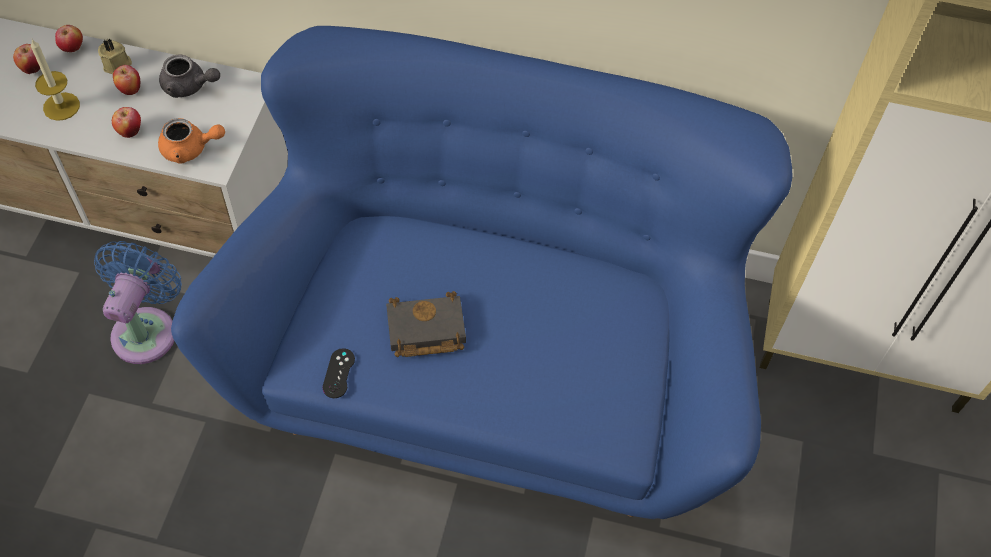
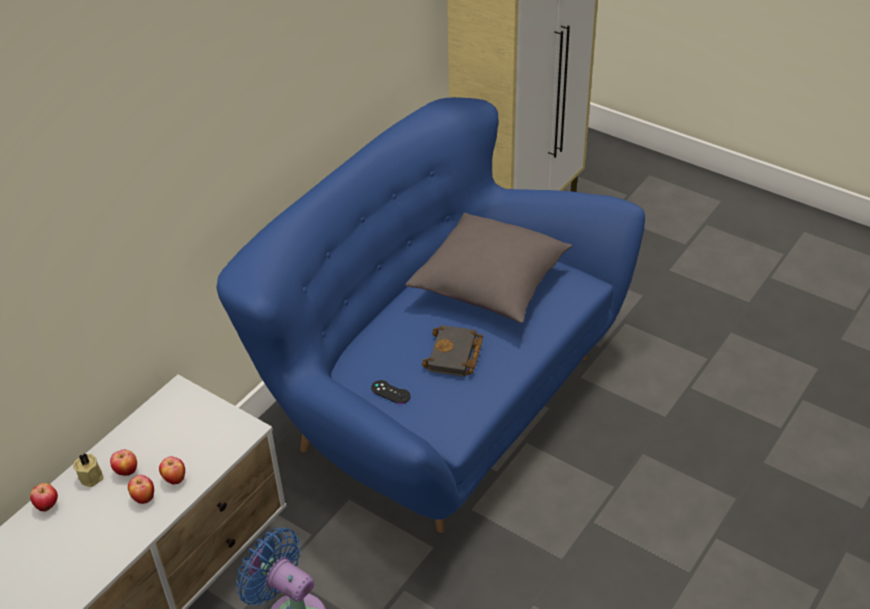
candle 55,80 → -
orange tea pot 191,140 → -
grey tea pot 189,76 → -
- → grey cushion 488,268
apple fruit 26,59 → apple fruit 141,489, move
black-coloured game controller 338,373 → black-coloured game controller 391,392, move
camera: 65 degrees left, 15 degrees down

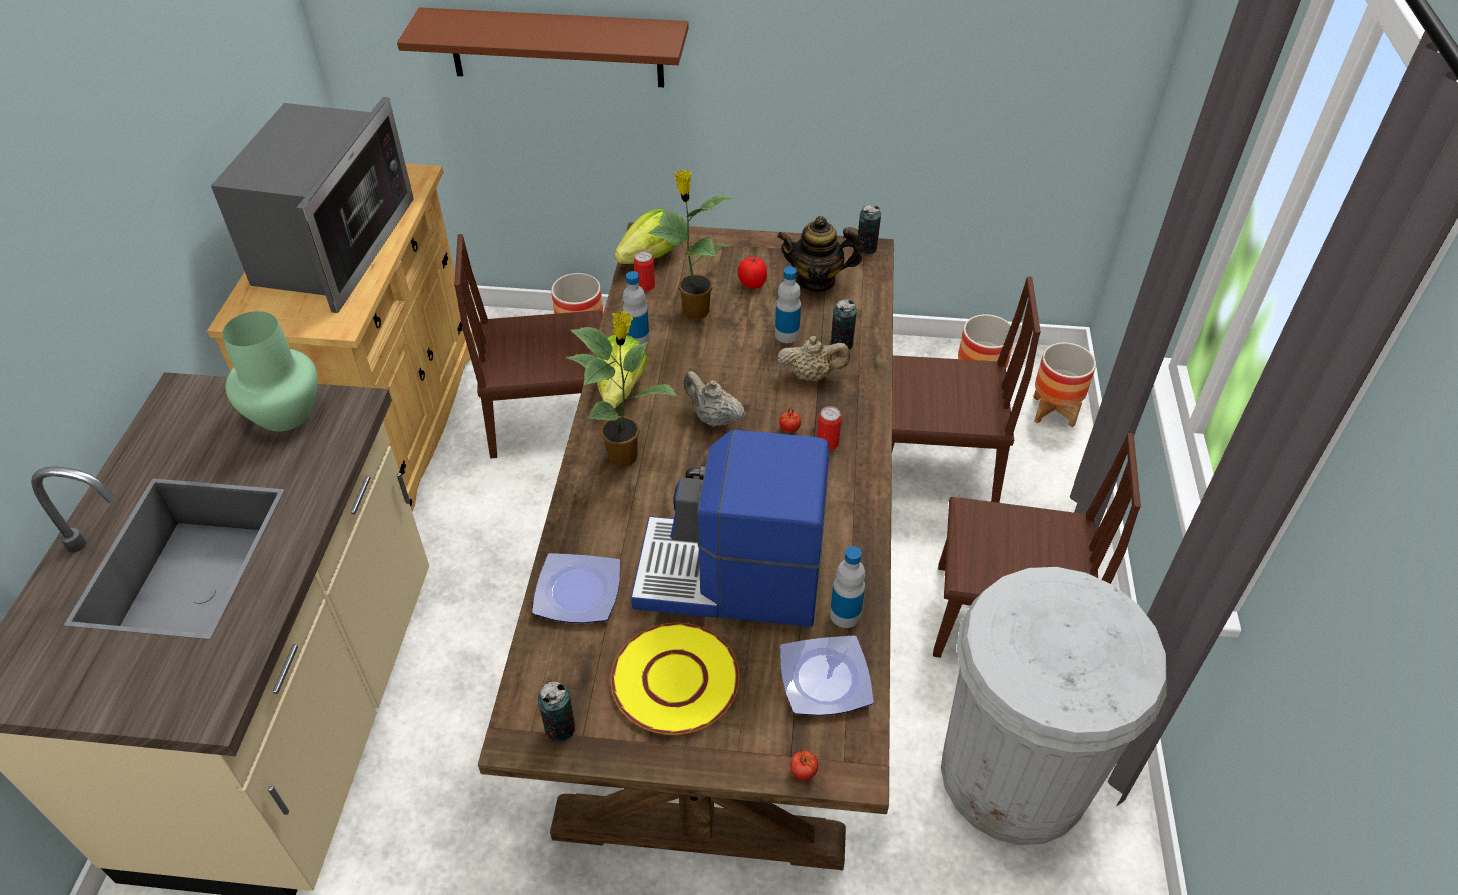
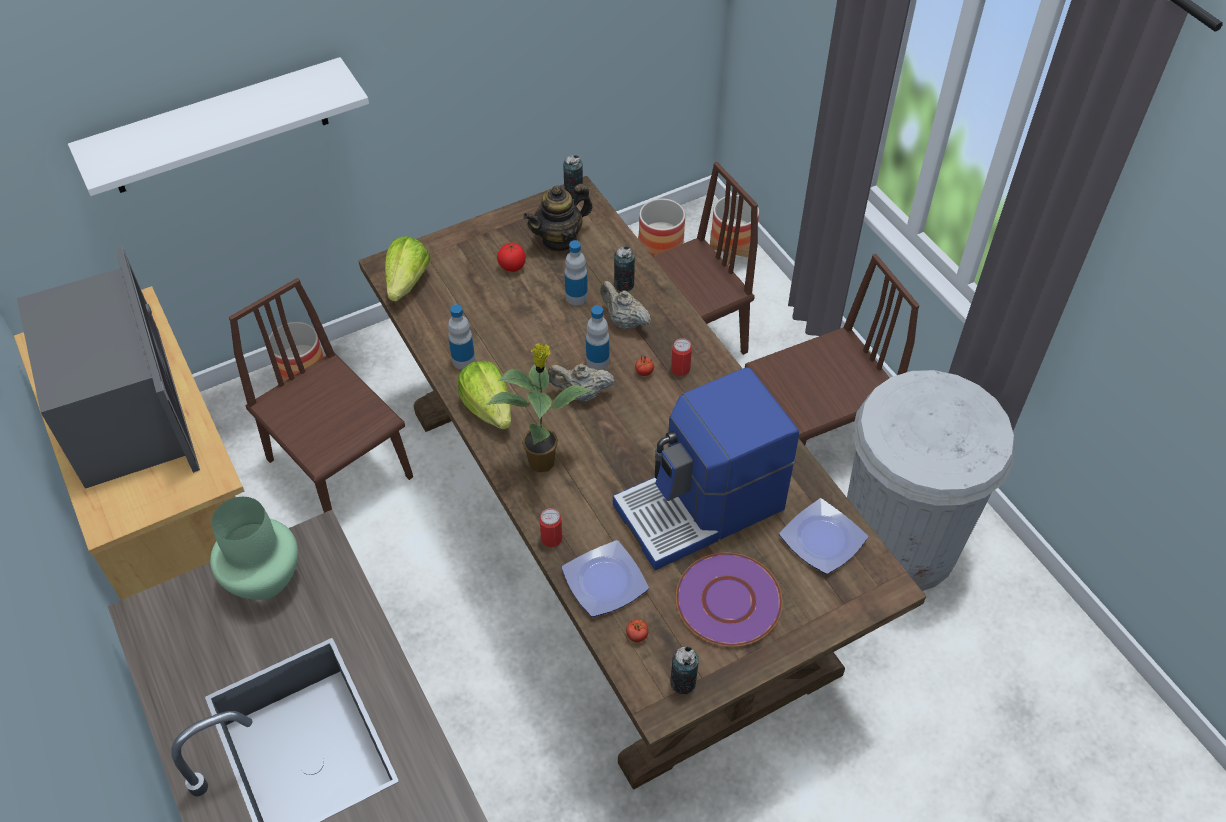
plant in a pot 692,245 → -
metal can 644,271 → metal can 551,527, move
whole tomato 804,764 → whole tomato 637,630, move
bottle 847,587 → bottle 598,338, move
brown-coloured wall shelf 543,47 → whitish wall shelf 218,126
yellow-coloured flat dish 675,679 → purplish flat dish 729,600
brown-coloured upright chair 528,346 → brown-coloured upright chair 321,395, 90 degrees clockwise
beige-coloured tea pot 813,358 → beige-coloured tea pot 625,305, 105 degrees counterclockwise
camera: 35 degrees left, 5 degrees up

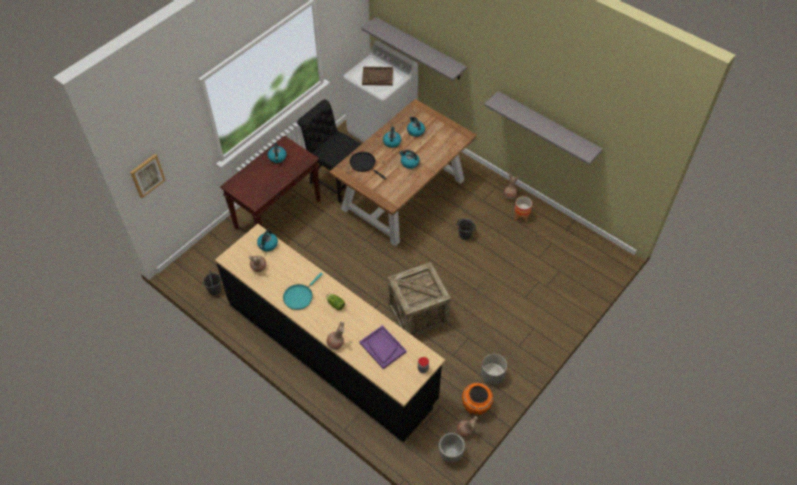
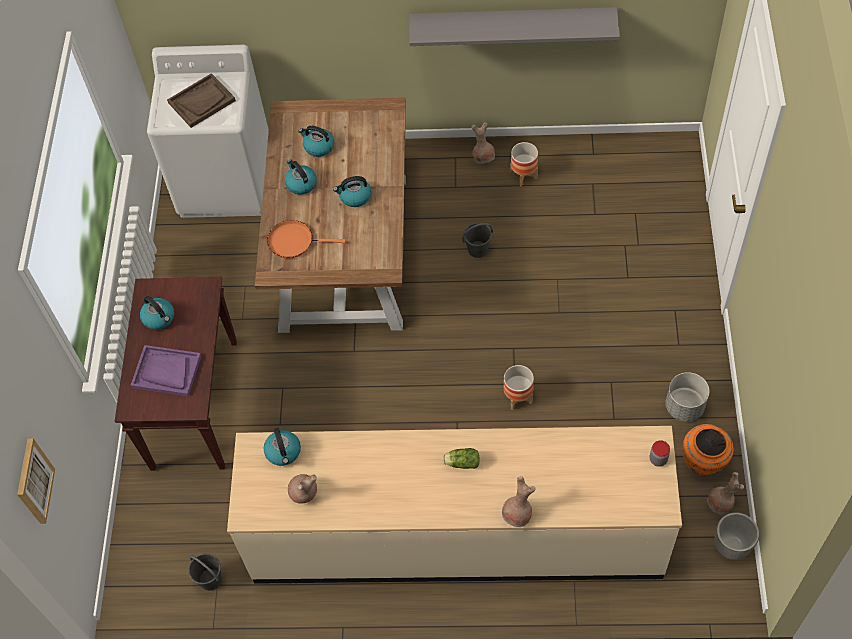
blue-green frying pan 303,291 → -
black-coloured upright chair 329,151 → -
grey wall shelf 414,49 → -
purplish carrying tray 383,347 → purplish carrying tray 166,370, move
packing crate 419,299 → flower pot 519,387
black-coloured counter 330,333 → beige-coloured counter 454,505
black-coloured frying pan 368,165 → orange frying pan 306,239
camera: 35 degrees left, 5 degrees up

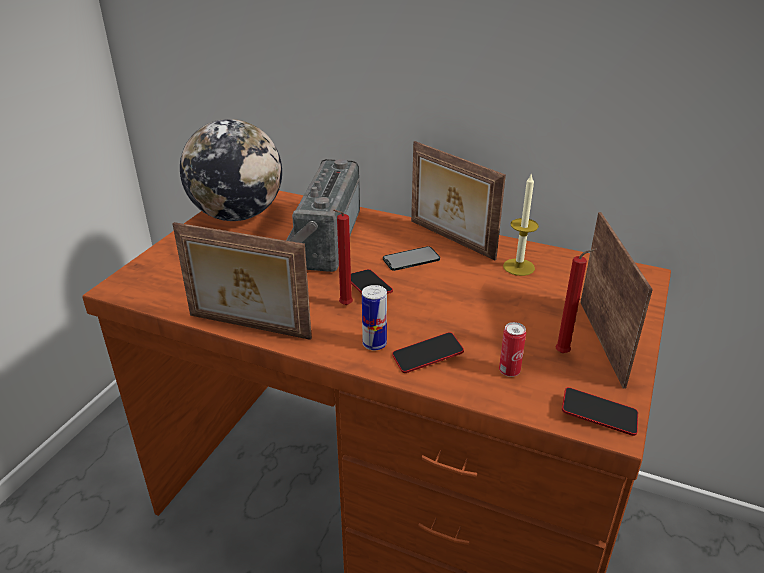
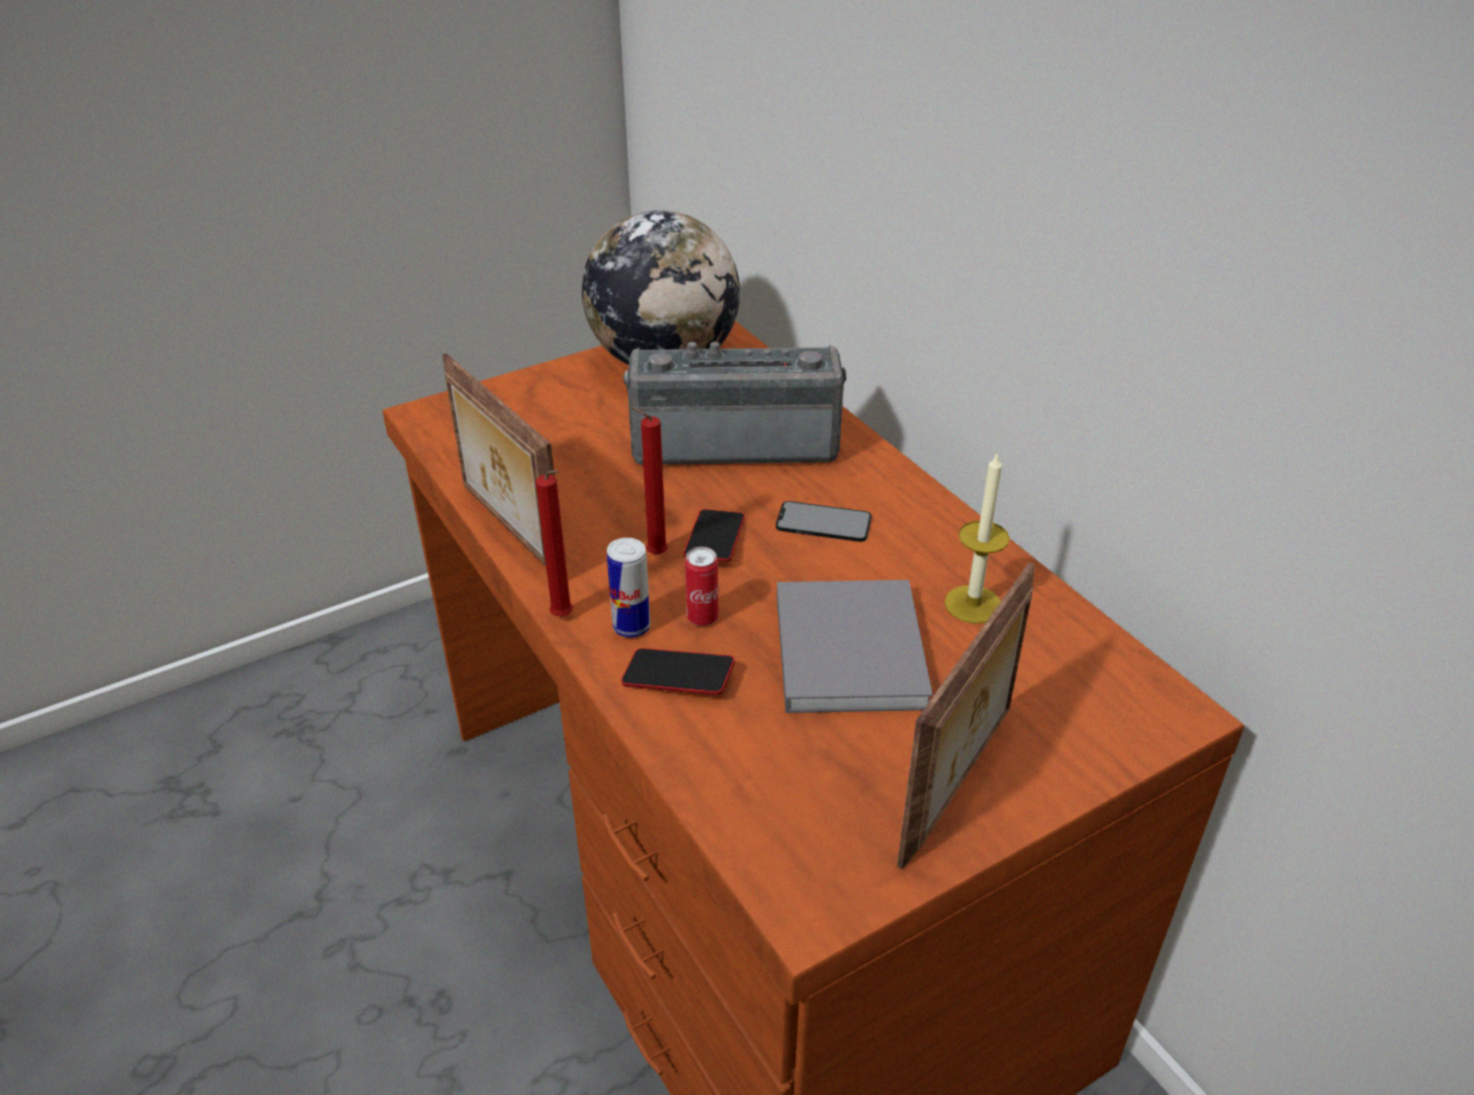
picture frame 458,200 → -
handset 600,411 → -
- → grey book 855,646
metal can 512,349 → metal can 702,586, move
red candle 576,301 → red candle 554,543, move
radio set 323,215 → radio set 735,403, 45 degrees clockwise
camera: 35 degrees right, 5 degrees up

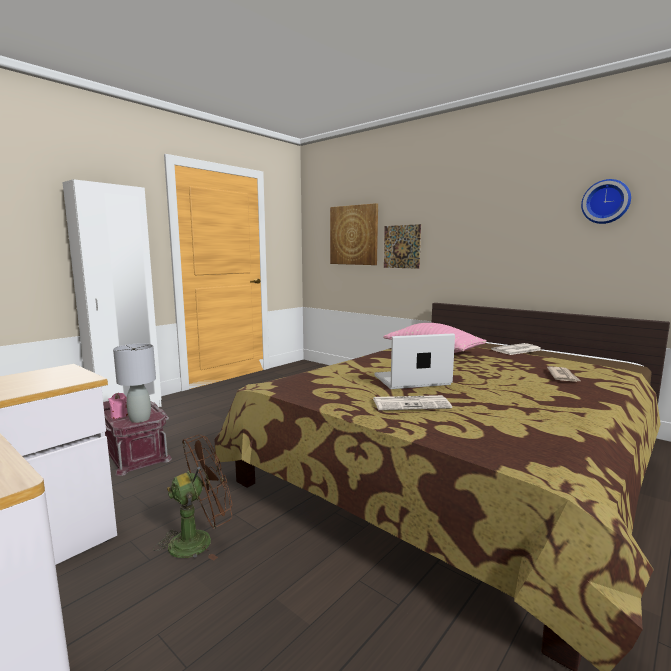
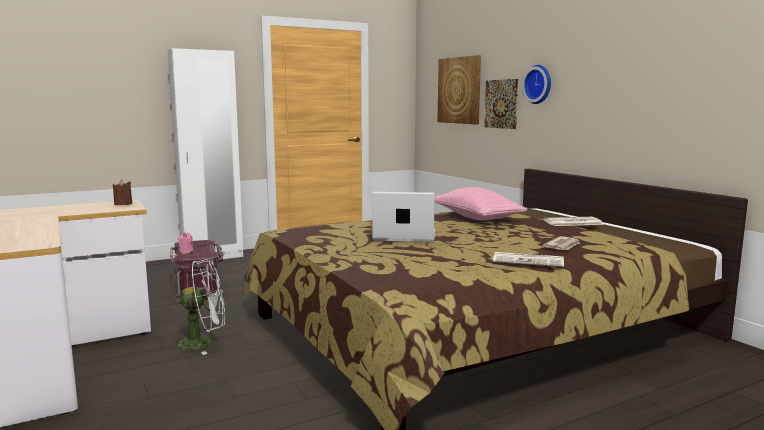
grey lamp for a table 134,383 → -
- → brown-coloured candle 123,192
newspaper 412,402 → newspaper 528,259, move
wall clock 606,201 → wall clock 536,84, move
brown-coloured cooling fan 192,498 → whitish cooling fan 197,307
camera: 20 degrees right, 0 degrees up

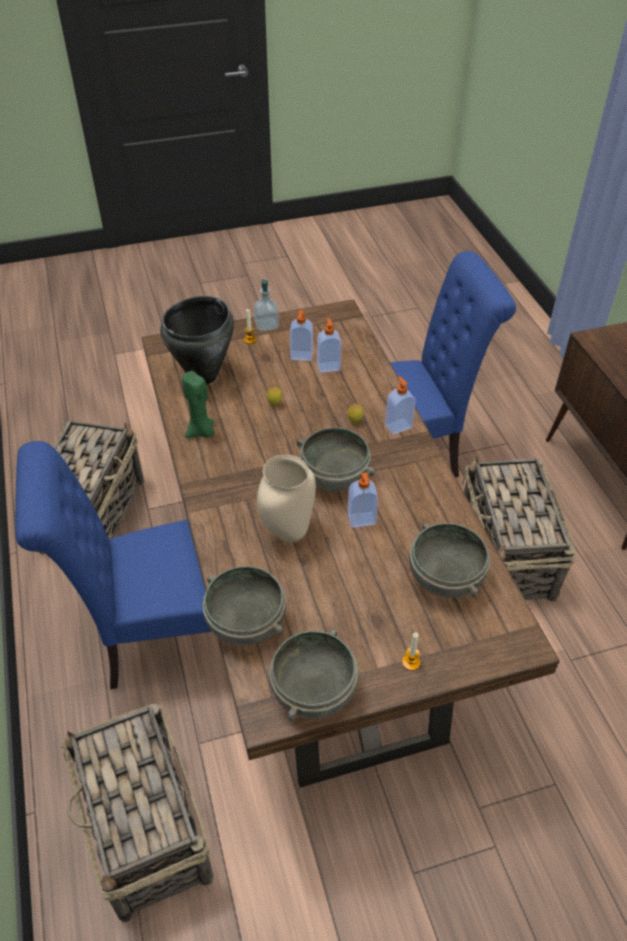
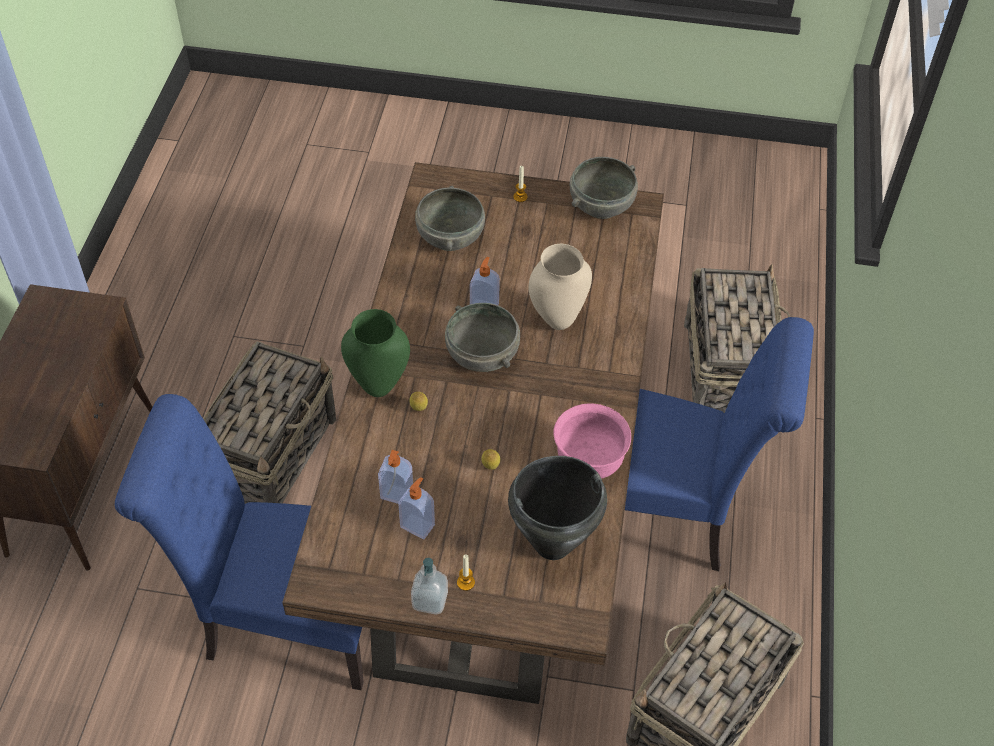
grey deep dish 245,605 → -
green candle 198,404 → pinkish deep dish 592,441
soap bottle 400,406 → green vase 375,353
camera: 155 degrees left, 5 degrees up

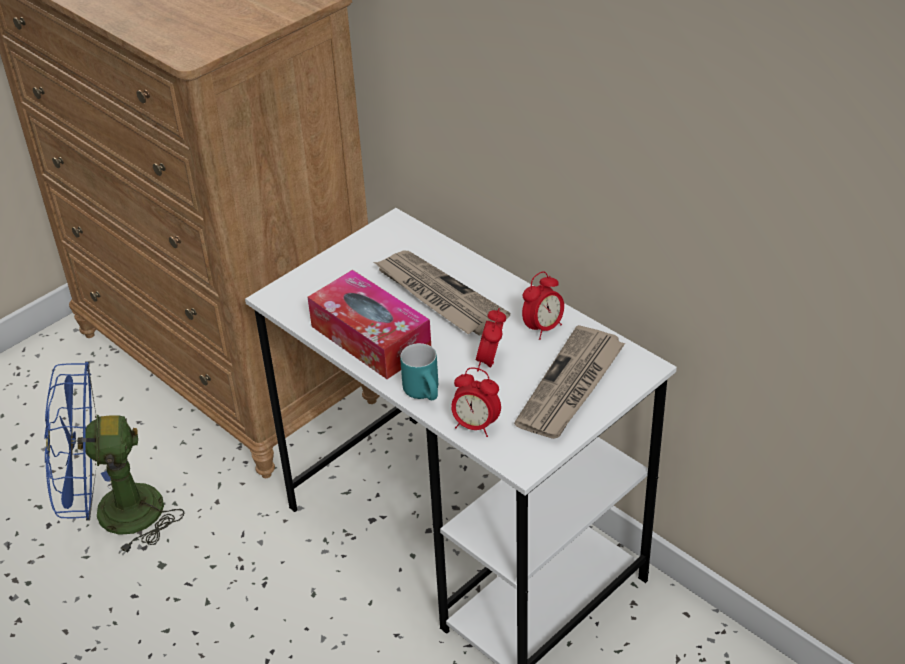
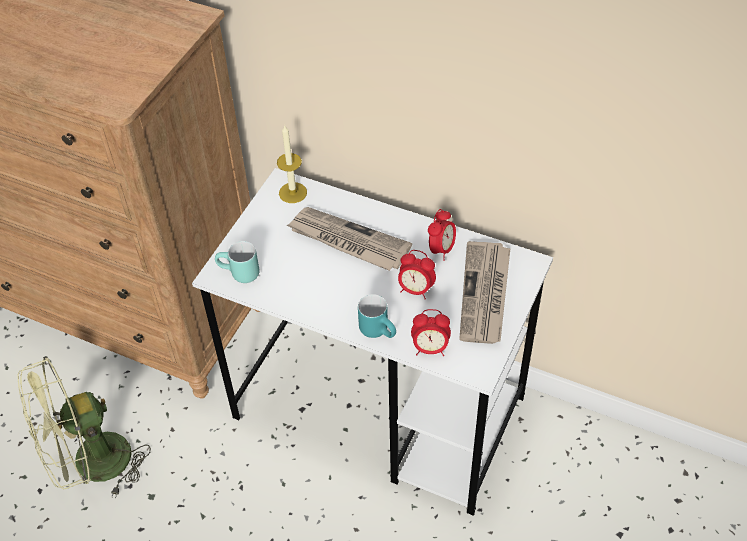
tissue holder 369,324 → -
- → blue-green coffee mug 237,262
- → candle 292,164
bluish cooling fan 114,458 → green cooling fan 84,427
table clock 491,339 → table clock 417,274, 60 degrees counterclockwise
camera: 20 degrees left, 10 degrees up

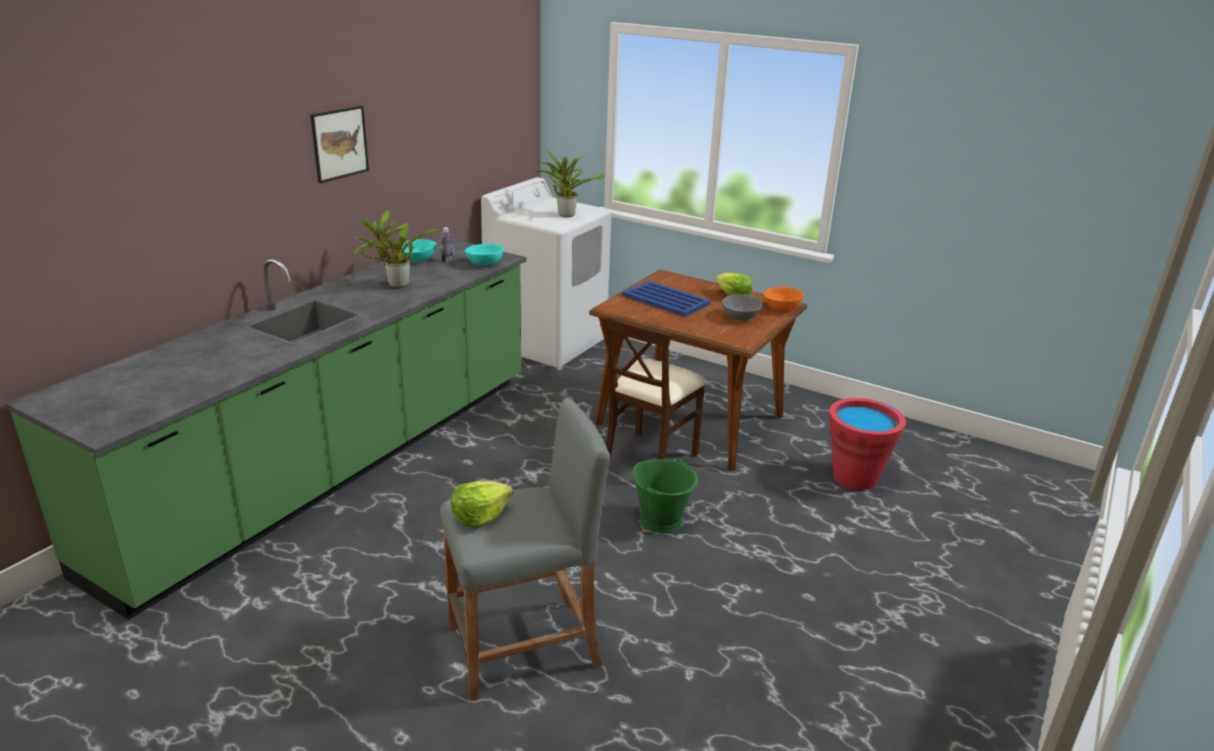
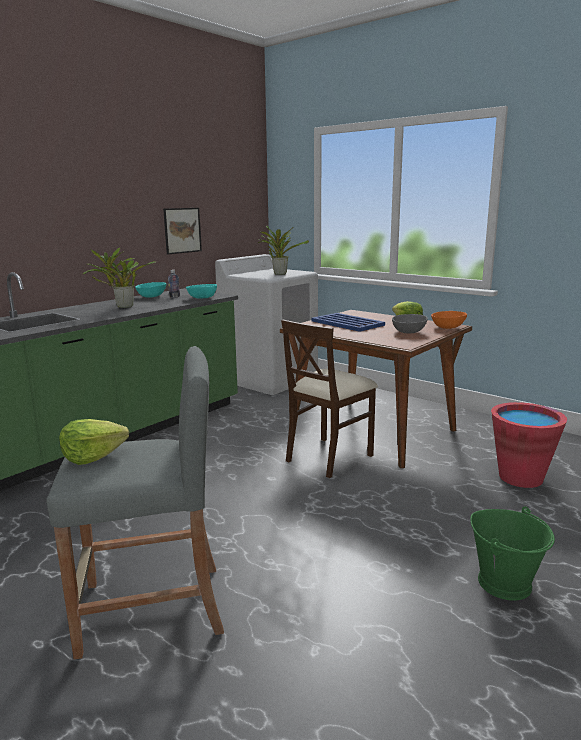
picture 339,144 → picture 182,231, move
green pail 665,495 → green pail 512,554, move
camera: 10 degrees right, 10 degrees down

